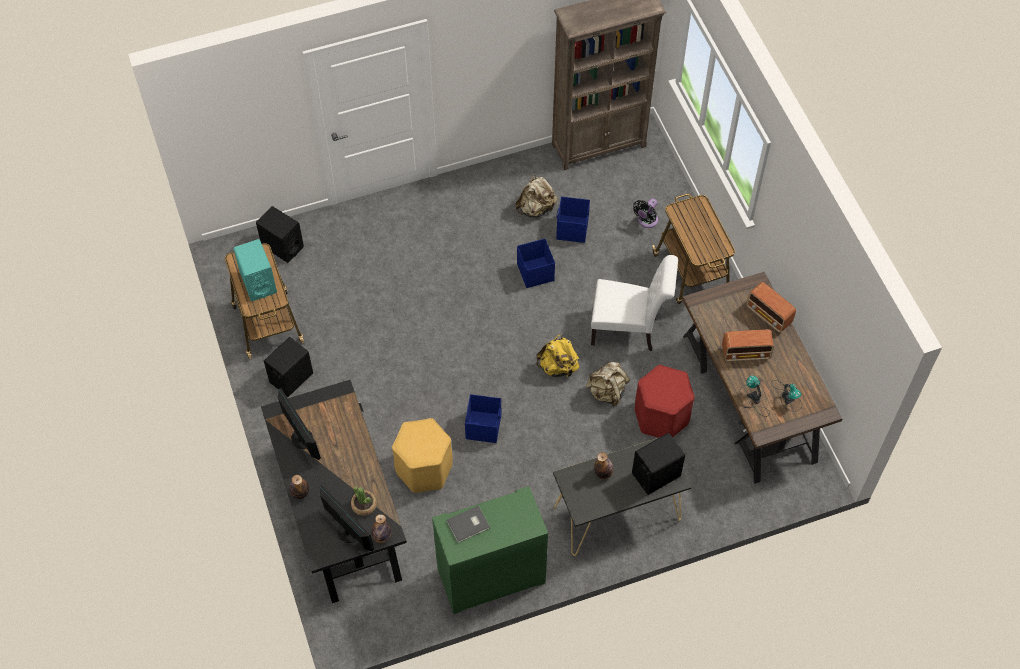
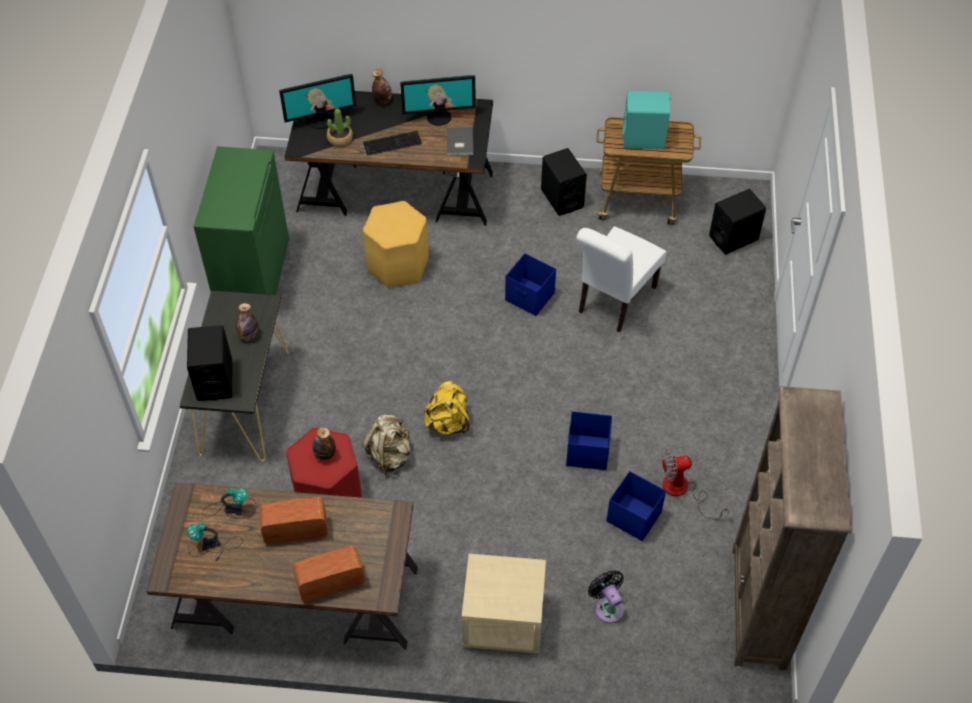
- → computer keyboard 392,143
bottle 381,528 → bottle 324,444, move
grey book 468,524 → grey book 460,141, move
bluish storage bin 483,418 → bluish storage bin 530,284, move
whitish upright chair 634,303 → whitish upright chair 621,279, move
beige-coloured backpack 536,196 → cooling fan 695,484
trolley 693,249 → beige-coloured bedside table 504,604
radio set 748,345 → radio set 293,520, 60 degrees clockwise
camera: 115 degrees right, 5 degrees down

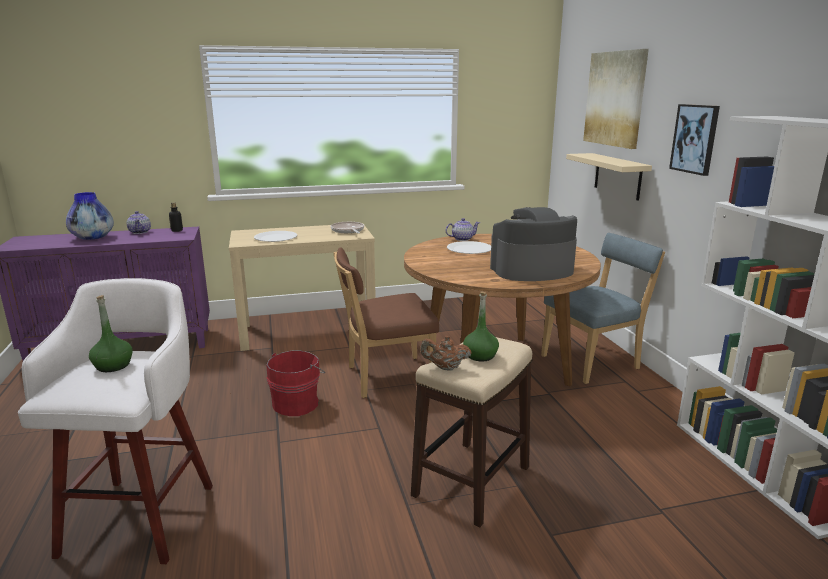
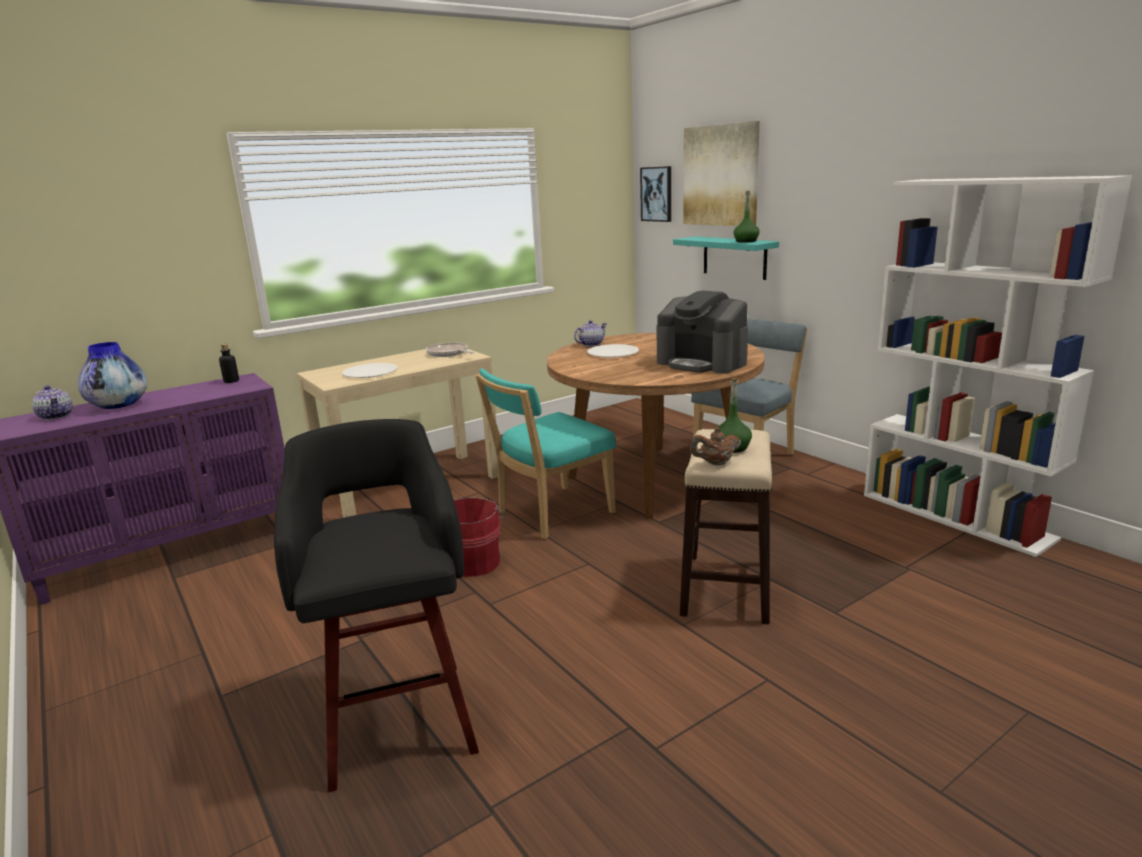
green bottle 110,333 → green bottle 746,217, move
tea pot 139,222 → tea pot 52,402, move
picture 694,140 → picture 655,194, move
whitish stool 115,421 → black-coloured stool 376,605
brown-coloured upright chair 386,322 → blue-green upright chair 545,453
beige-coloured wall shelf 609,177 → blue-green wall shelf 726,258
coffee brewer 533,244 → coffee brewer 702,332, 105 degrees counterclockwise
camera: 20 degrees left, 0 degrees up

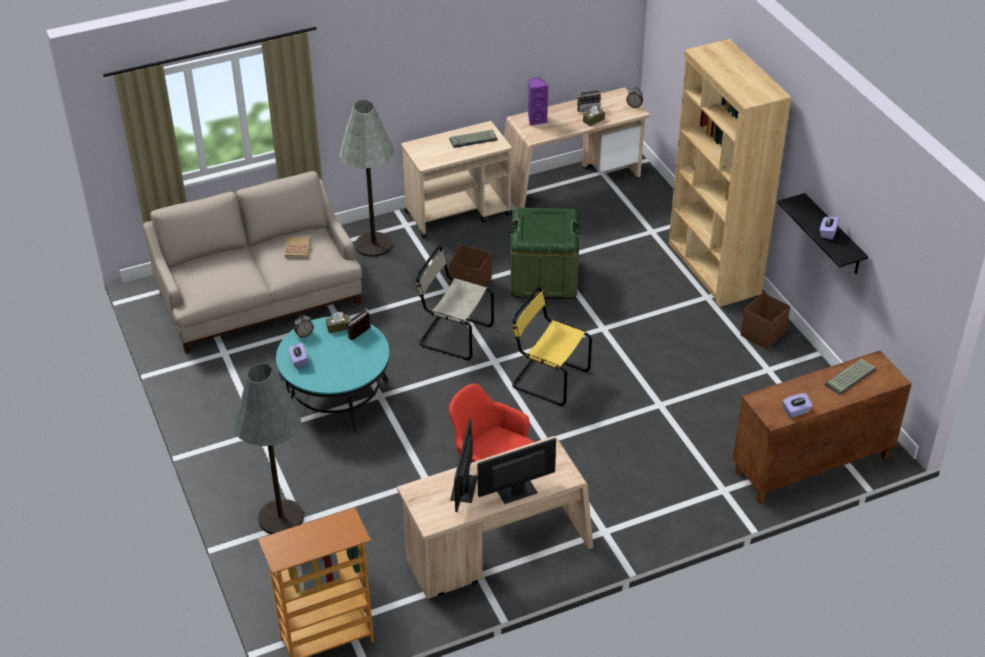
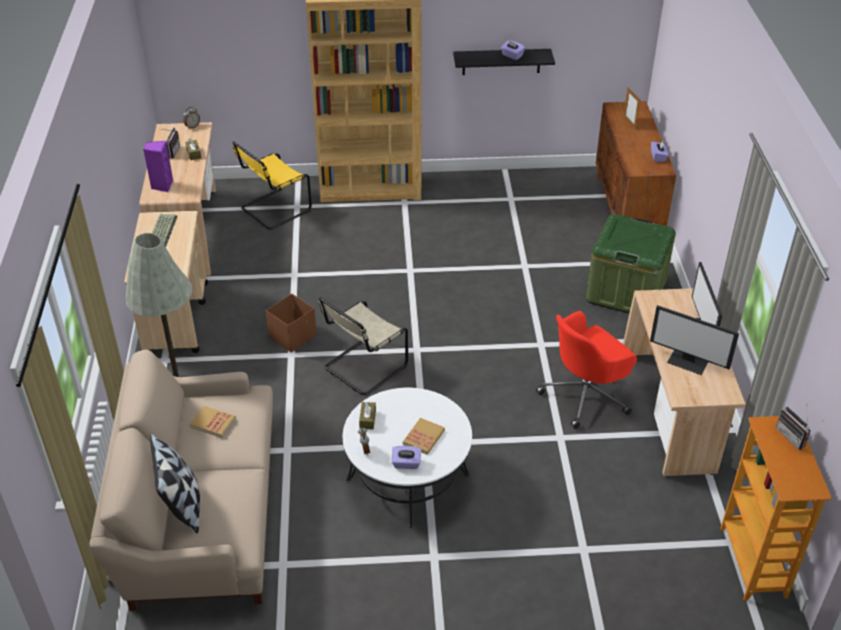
grey floor lamp 268,448 → -
brown-coloured storage bin 765,320 → -
- → cushion 175,483
- → book 424,436
radio set 359,324 → radio set 793,428, move
green storage bin 545,253 → green storage bin 631,263, move
yellow-coloured upright chair 552,347 → yellow-coloured upright chair 272,185, move
computer keyboard 850,376 → picture frame 632,108
blue-green lounge table 332,374 → whitish lounge table 407,458
camera: 70 degrees left, 0 degrees up

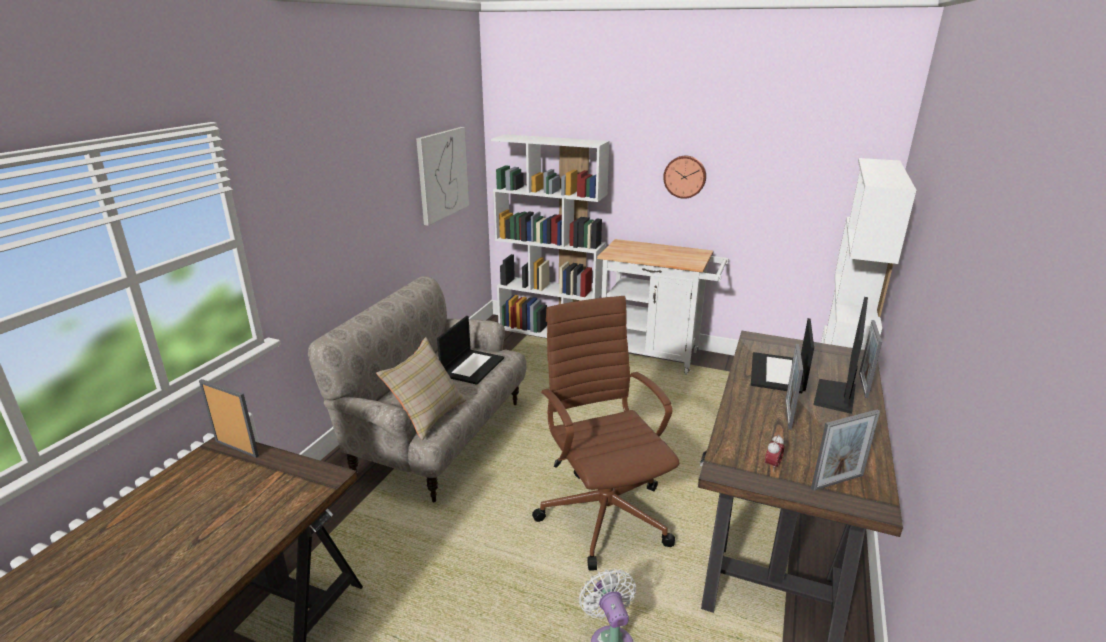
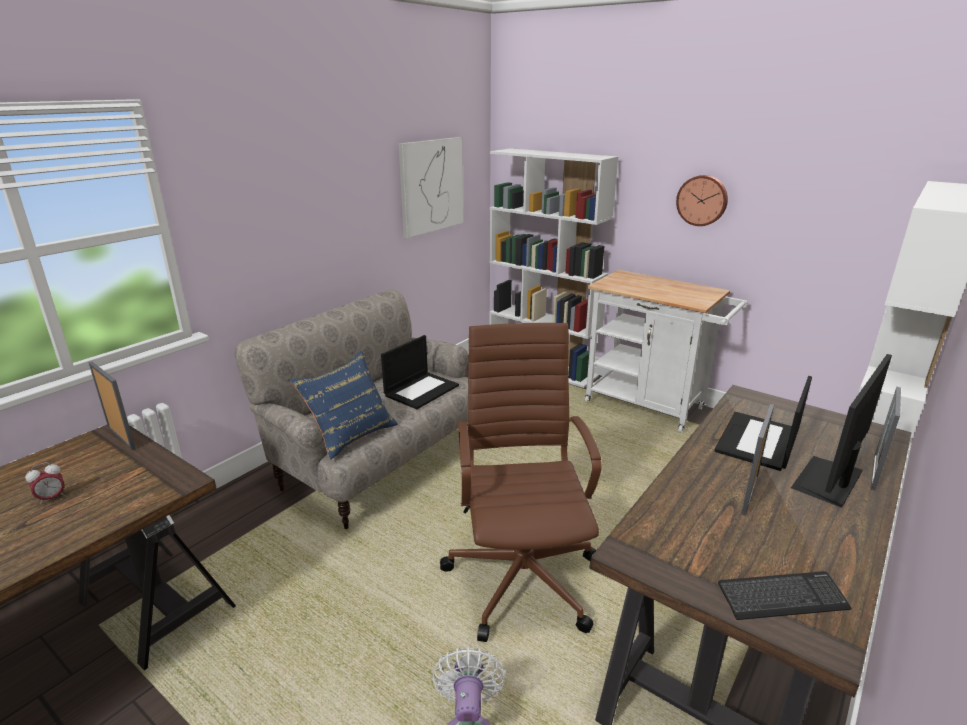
table clock 775,453 → table clock 45,483, move
picture frame 845,450 → computer keyboard 785,595
beige-coloured cushion 421,388 → bluish cushion 344,405
camera: 15 degrees right, 0 degrees up

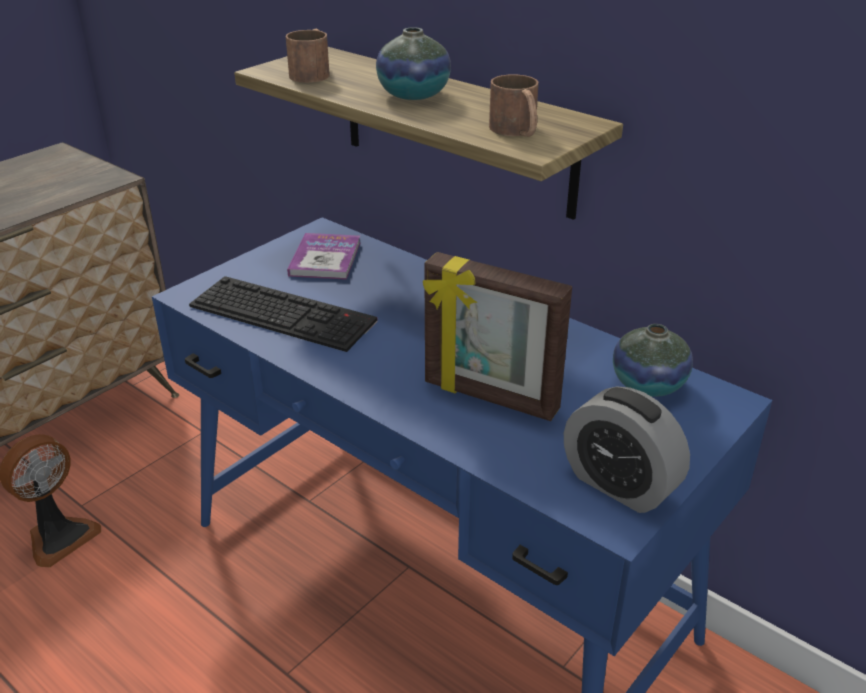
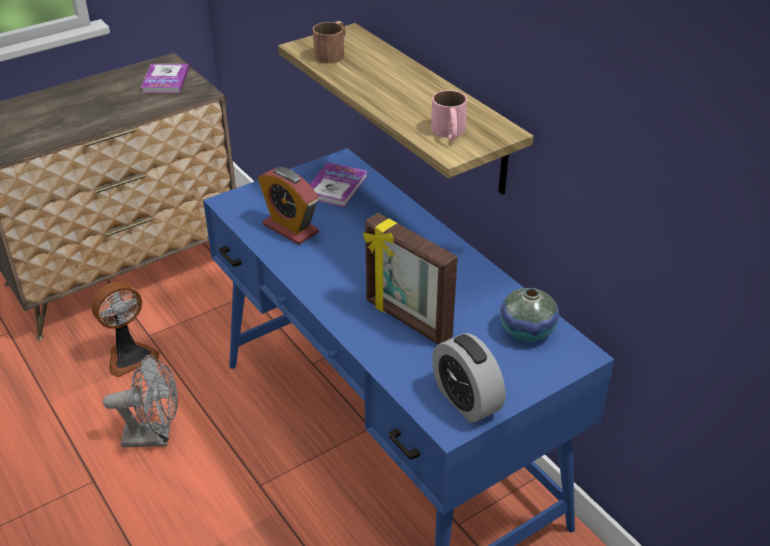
vase 413,63 → -
- → grey cooling fan 140,400
- → book 165,78
computer keyboard 283,314 → table clock 288,206
brown-coloured coffee mug 514,105 → pinkish coffee mug 449,115
camera: 15 degrees right, 5 degrees up

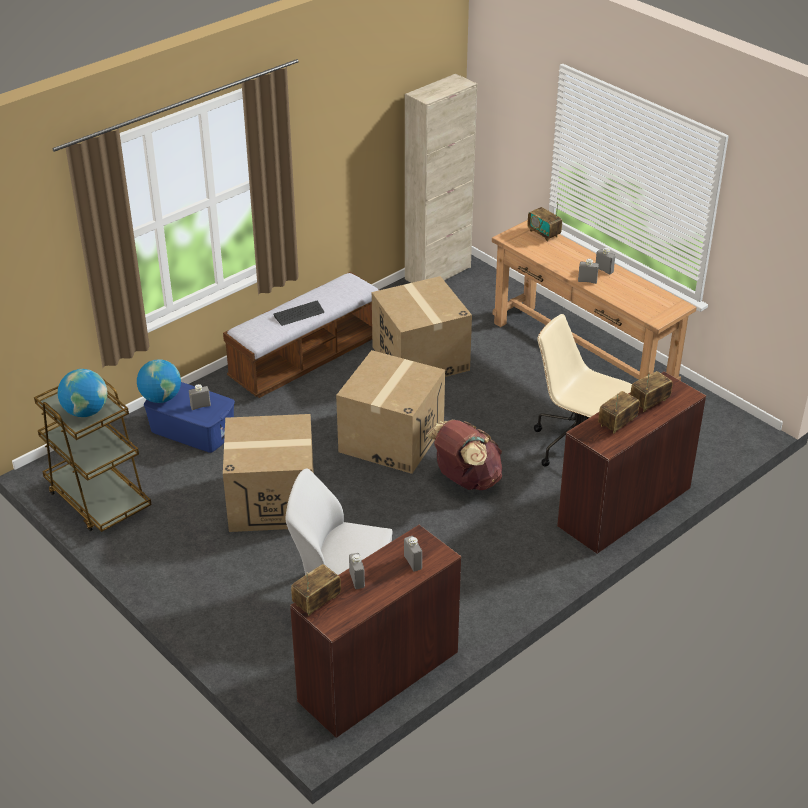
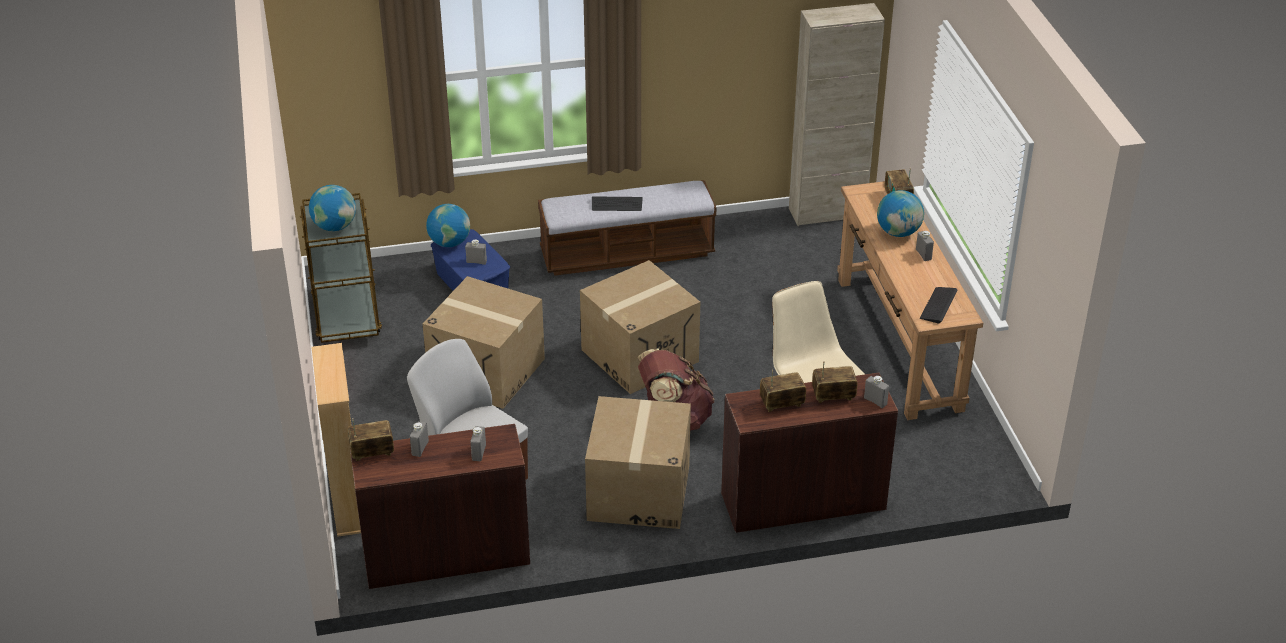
- → beige-coloured bookshelf 336,440
- → world globe 900,213
- → computer keyboard 939,305
packing box 422,326 → packing box 638,462, move
grey bottle 588,271 → grey bottle 876,392, move
camera: 30 degrees right, 0 degrees up

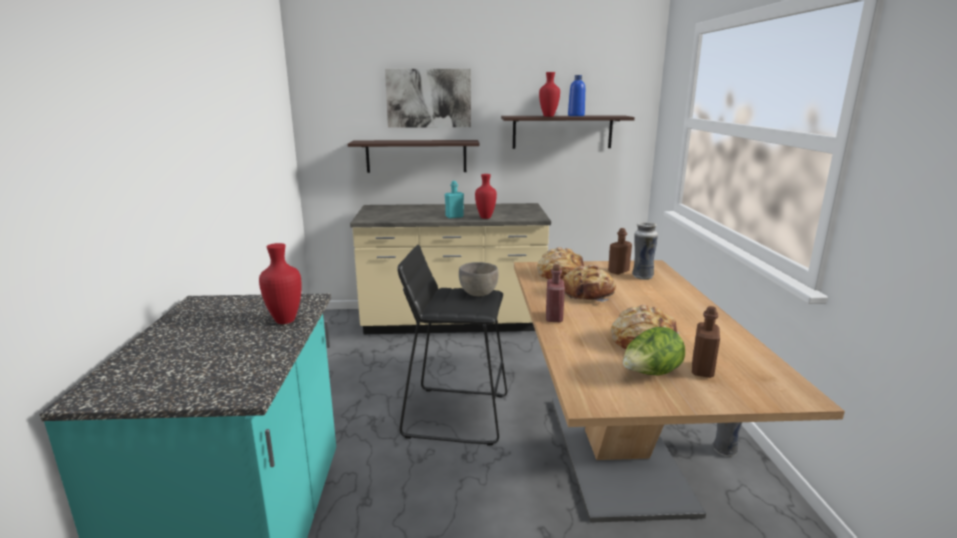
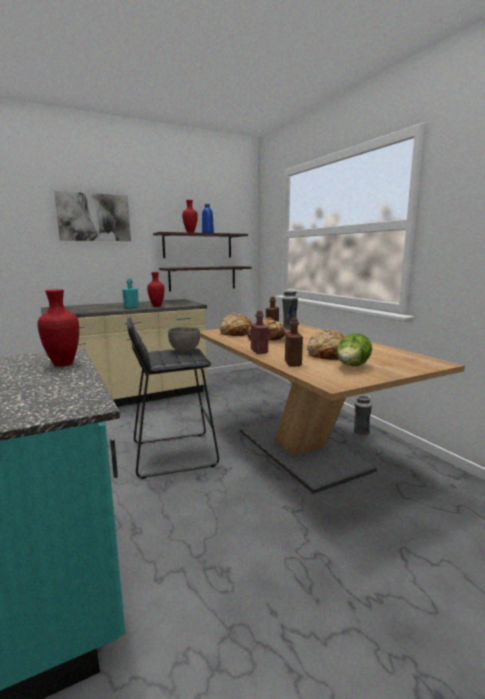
wall shelf 414,156 → wall shelf 205,279, move
brown-coloured bottle 706,342 → brown-coloured bottle 294,342, move
camera: 25 degrees left, 5 degrees down

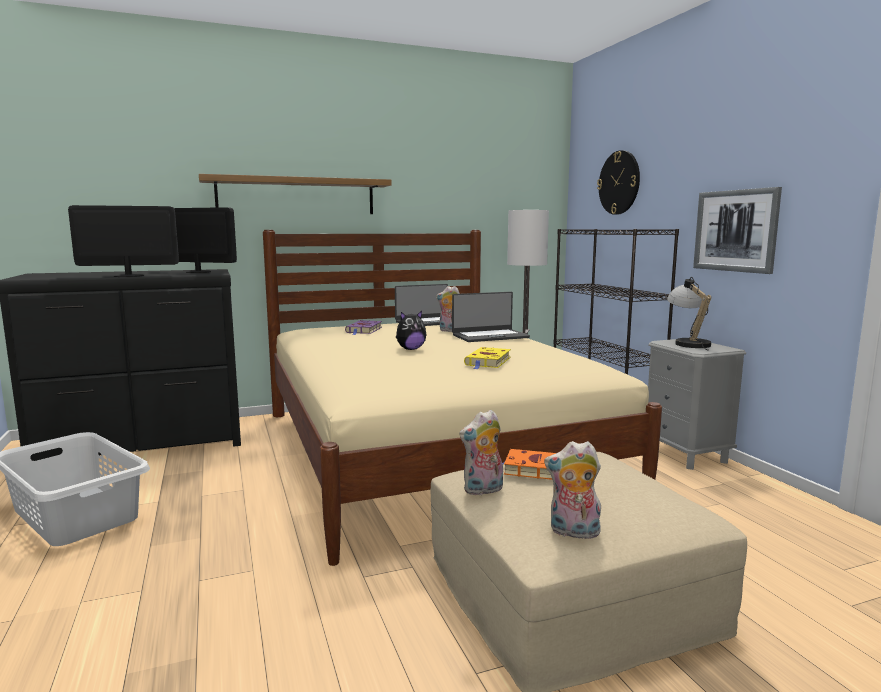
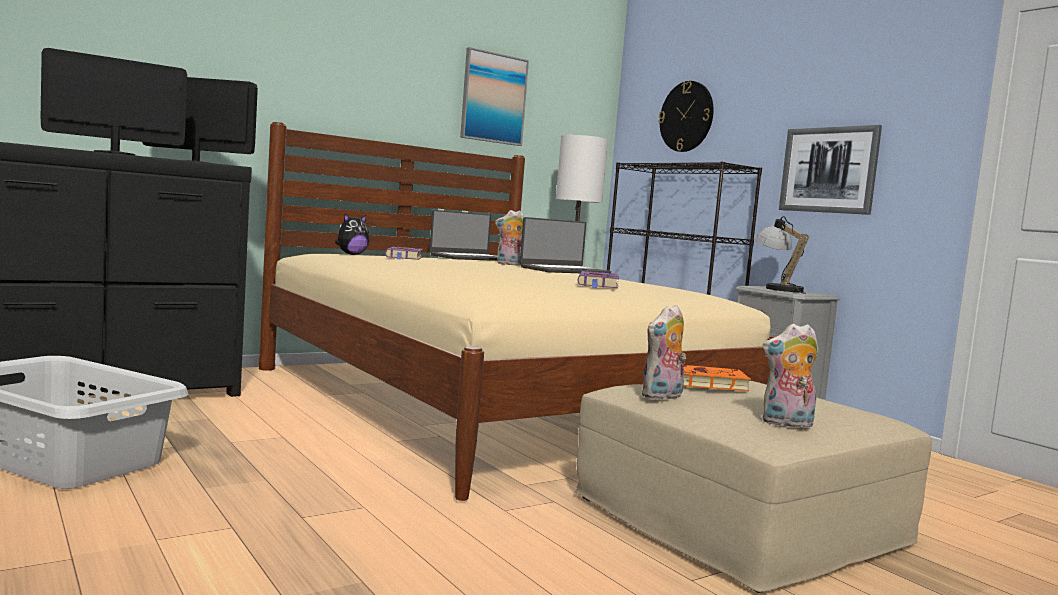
wall shelf 295,194 → -
- → picture 494,96
plush toy 411,330 → plush toy 352,234, move
yellow-coloured book 487,358 → purplish book 598,279
camera: 15 degrees left, 5 degrees down

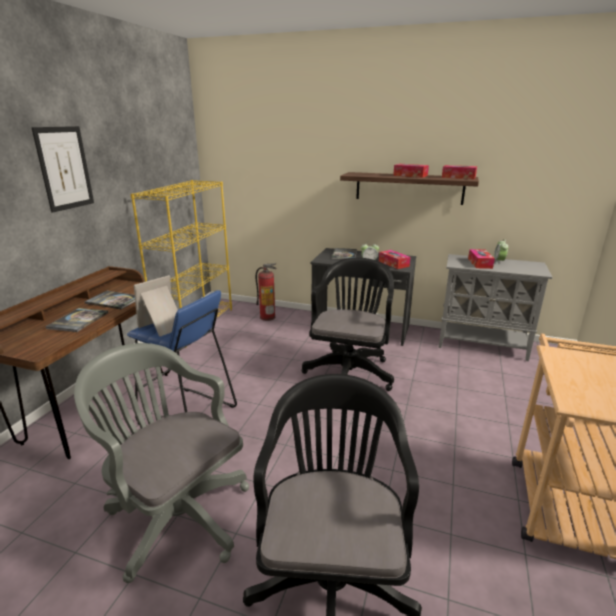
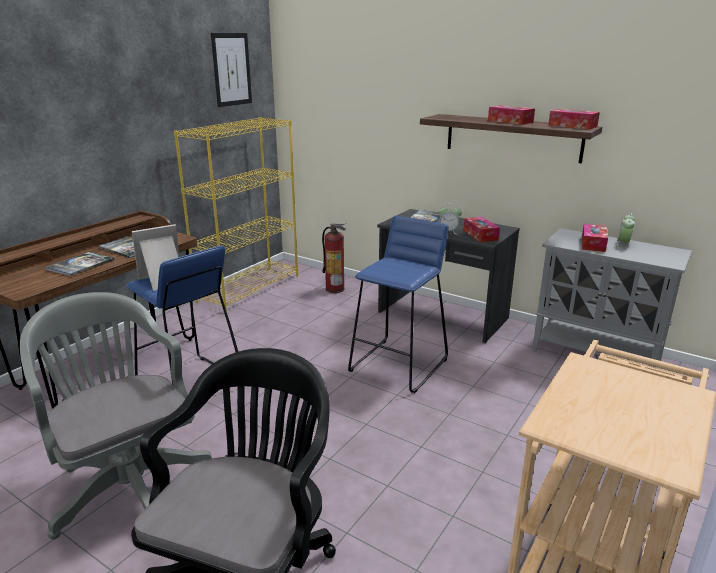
picture 62,169 → picture 231,70, move
black-coloured office chair 348,324 → bluish stool 398,304
camera: 15 degrees right, 0 degrees up

